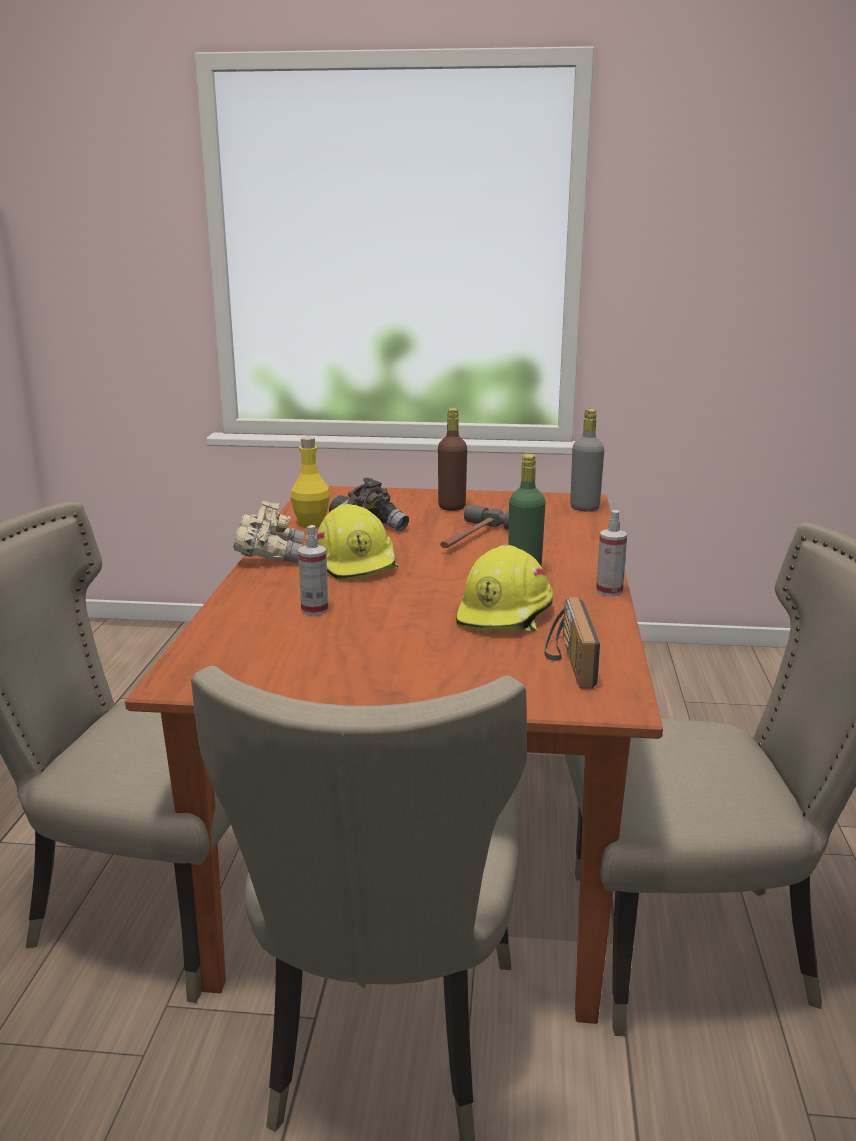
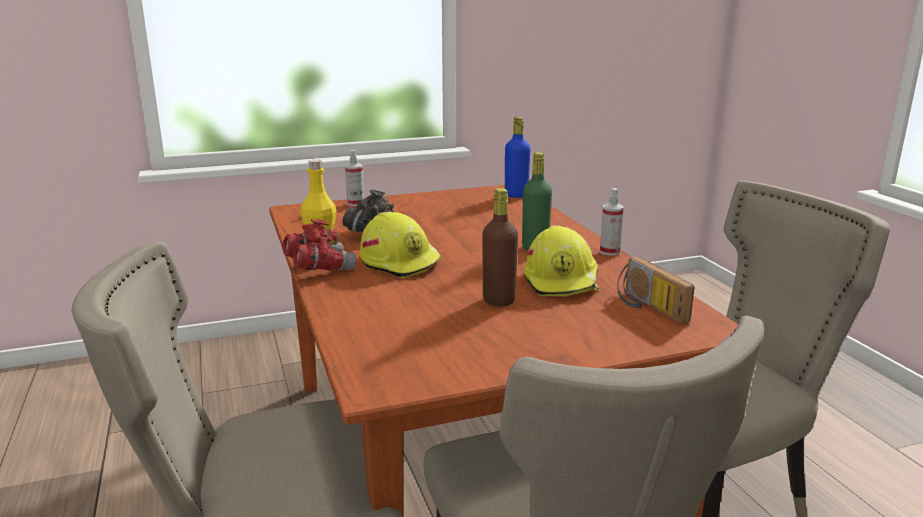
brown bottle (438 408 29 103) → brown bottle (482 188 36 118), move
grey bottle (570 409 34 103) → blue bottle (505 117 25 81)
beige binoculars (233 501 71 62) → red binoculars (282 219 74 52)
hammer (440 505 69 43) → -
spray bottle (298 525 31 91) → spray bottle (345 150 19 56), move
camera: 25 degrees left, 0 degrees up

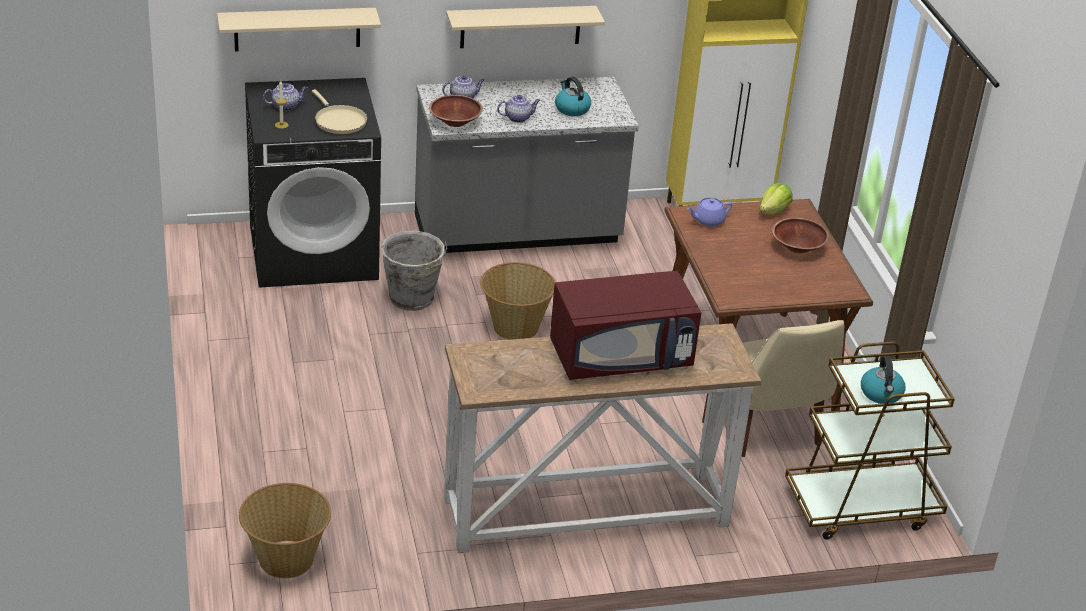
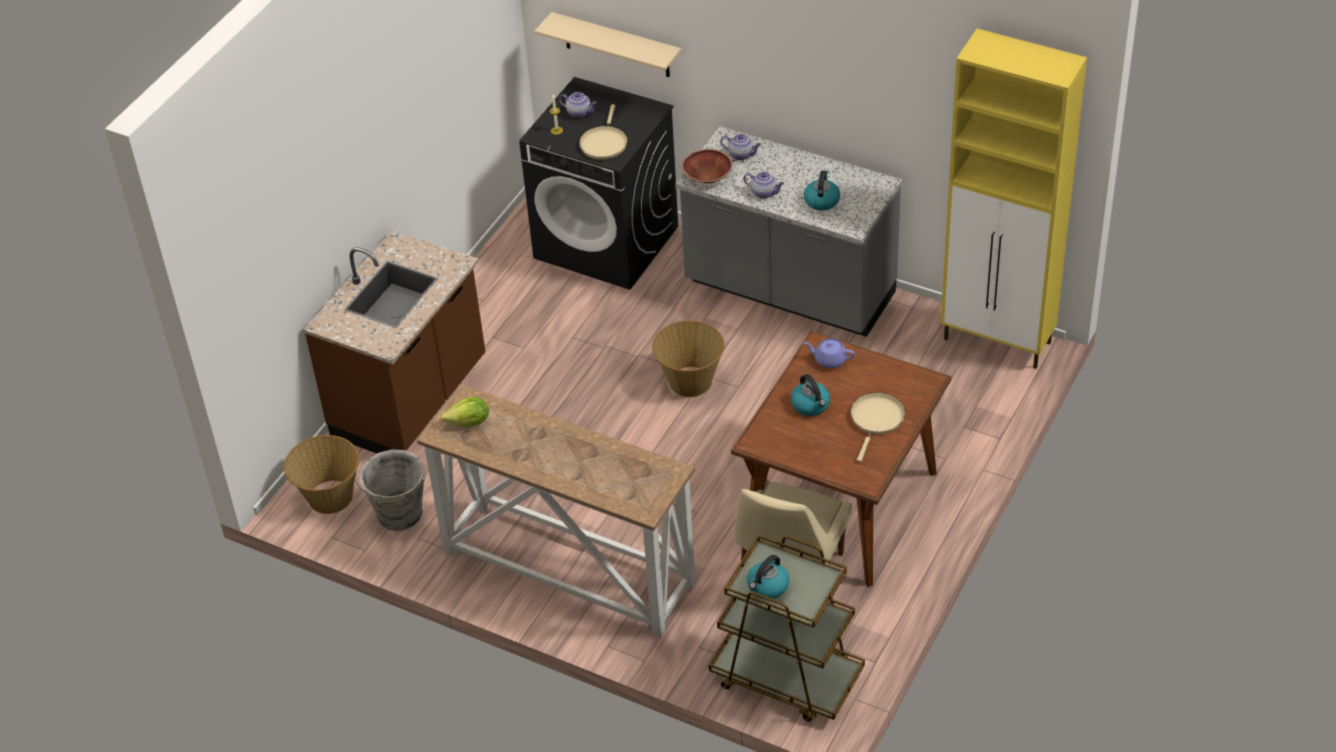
beige shelf (446 6 159 42) → -
lettuce (760 183 33 32) → lettuce (441 397 48 30), move
brown bowl (772 218 57 35) → beige frying pan (851 393 54 69)
grey bucket (381 231 66 80) → grey bucket (355 450 71 81), move
red microwave (550 271 151 109) → -
- → brown counter (303 230 182 223)
- → kettle (791 374 39 42)
camera: 45 degrees right, 10 degrees up

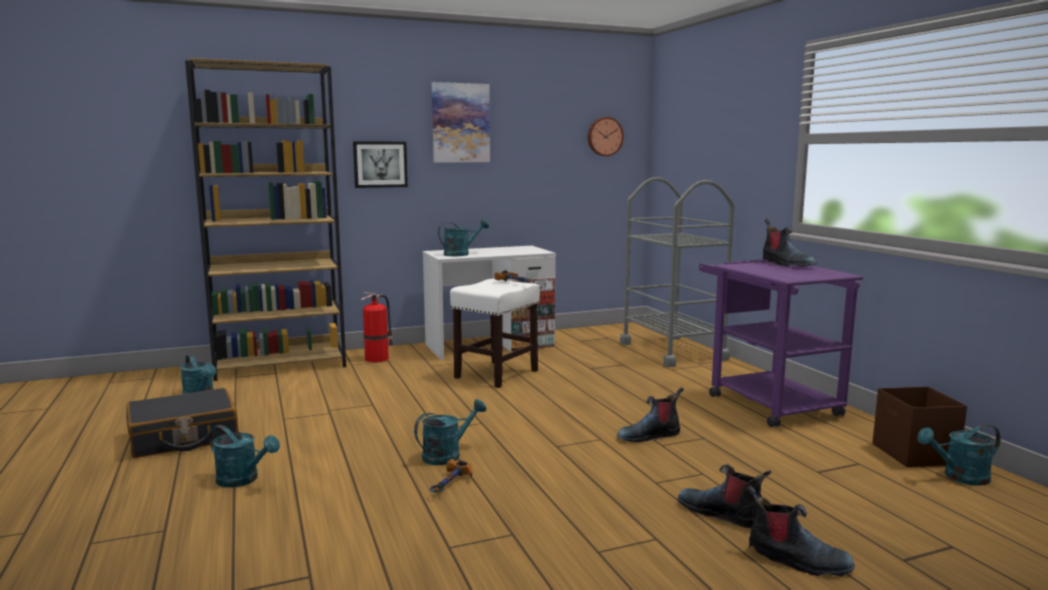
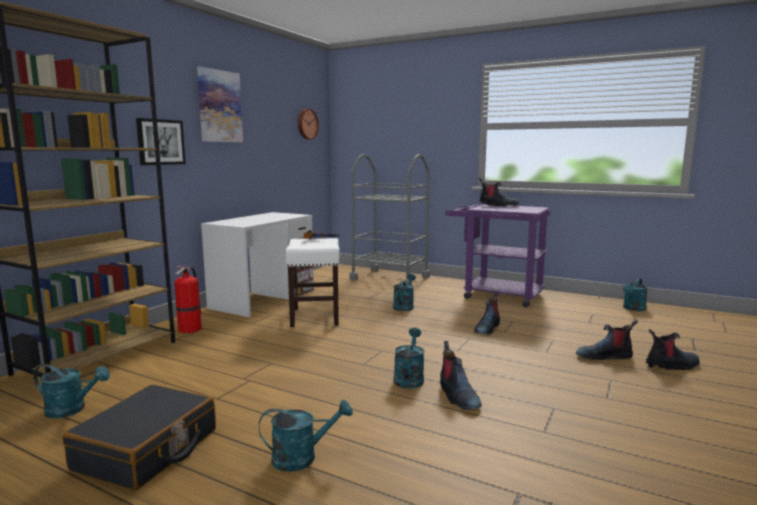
turquoise watering can (438 219 51 37) → turquoise watering can (393 274 23 37), move
brown storage box (873 386 94 81) → -
hammer (430 459 42 33) → boot (440 341 42 69)
camera: 40 degrees left, 0 degrees up

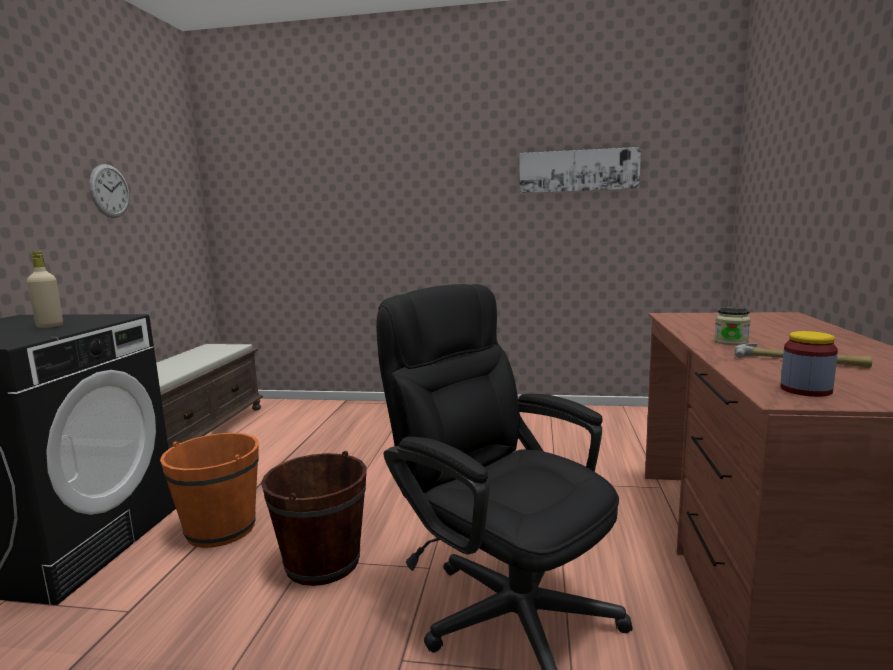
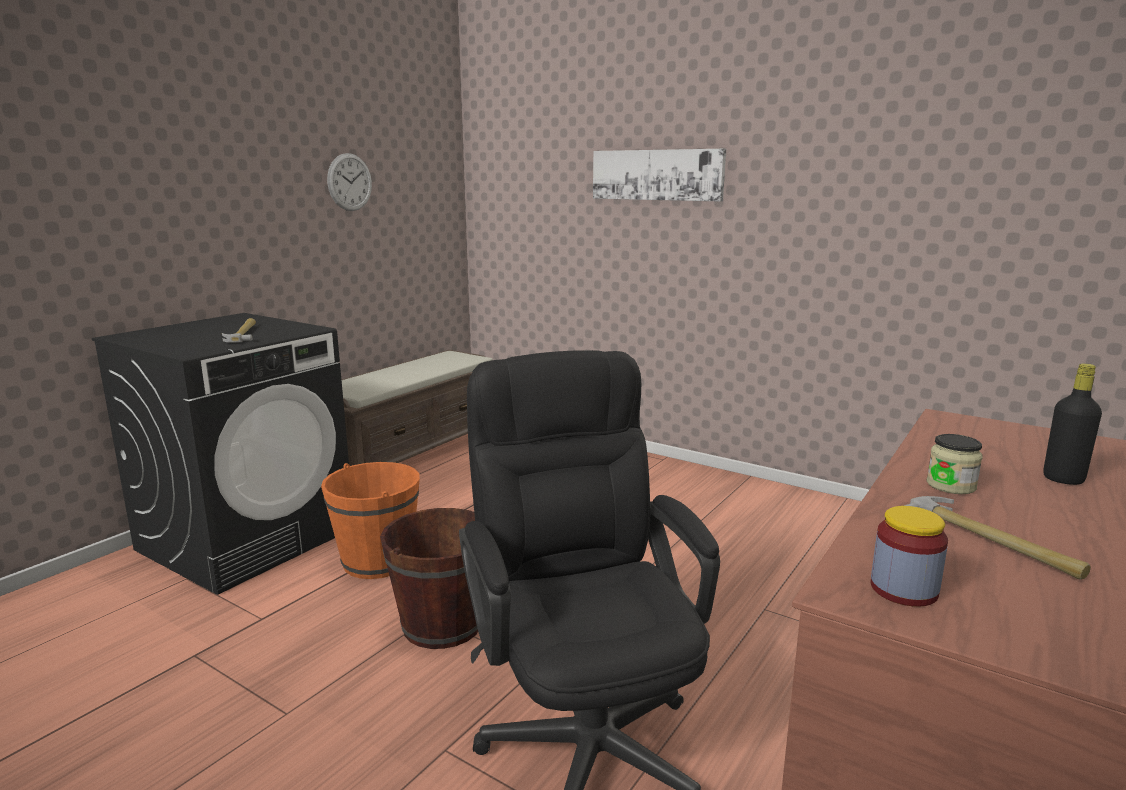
picture (520 147 121 46) → picture (593 149 133 53), move
beige bottle (27 251 36 77) → hammer (222 318 34 25)
- → black bottle (1043 363 59 122)
camera: 25 degrees right, 5 degrees up

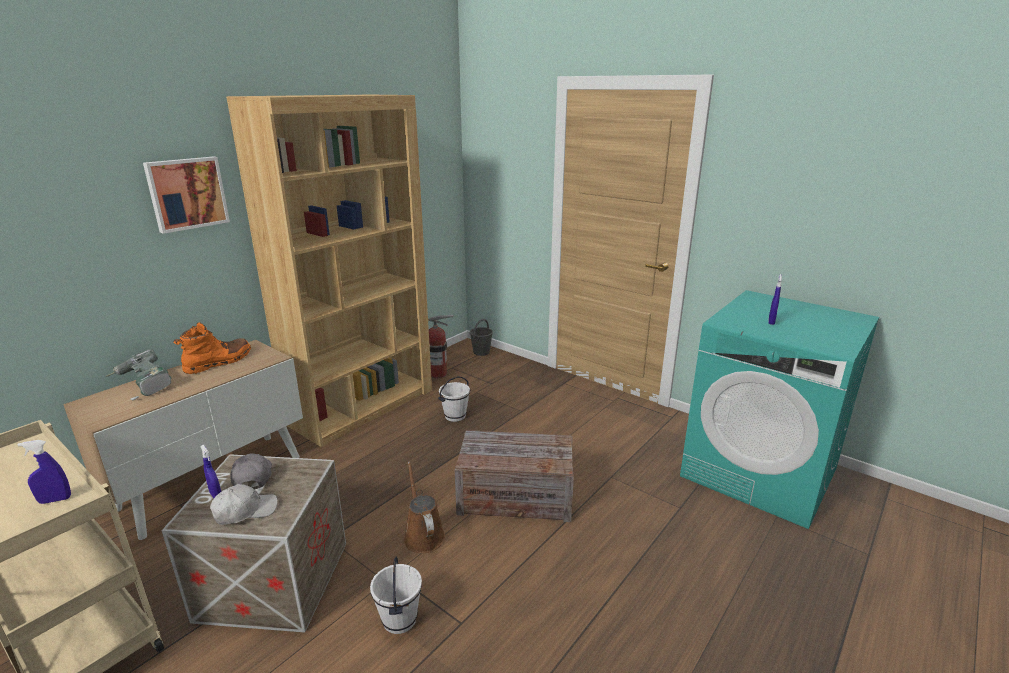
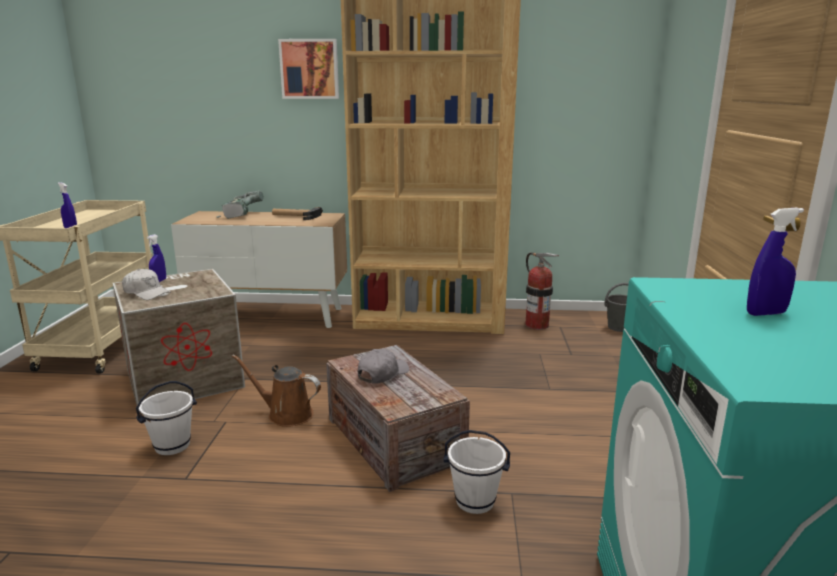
orange boot (174 322 77 52) → hammer (272 207 51 13)
white bucket (438 376 33 46) → white bucket (443 430 67 84), move
grey cap (230 453 42 36) → grey cap (358 349 51 35), move
brown watering can (404 461 41 92) → brown watering can (232 354 89 73), 105 degrees counterclockwise
camera: 55 degrees right, 5 degrees down

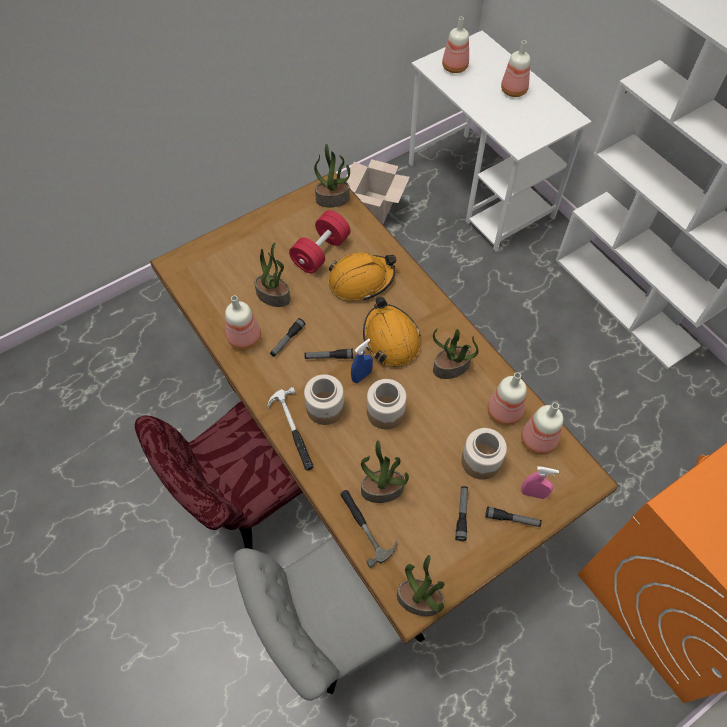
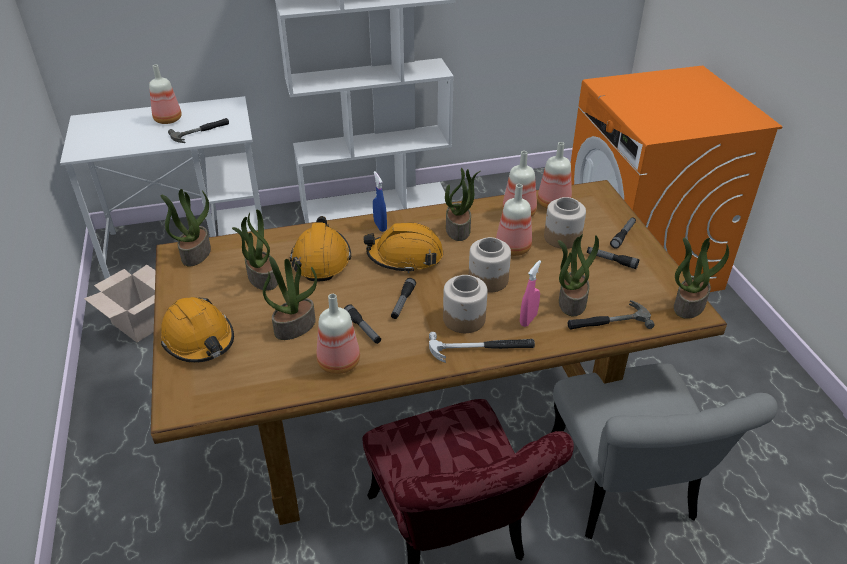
bottle (442 17 27 56) → bottle (496 184 36 72), move
red dumbbell (289 210 61 63) → potted plant (232 210 46 81)
blue spray bottle (351 339 22 44) → blue spray bottle (373 171 14 61), move
pink spray bottle (521 466 38 33) → pink spray bottle (520 260 21 67), move
- → hammer (168 118 61 25)
- → orange hard hat (161 297 73 66)
camera: 70 degrees left, 20 degrees down

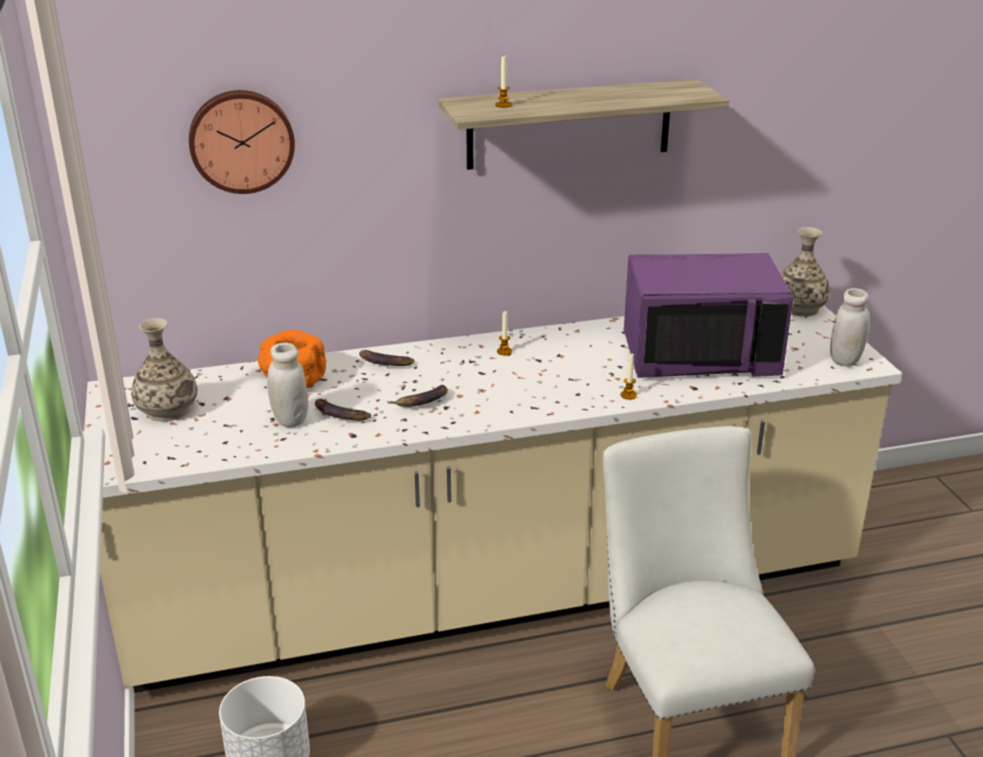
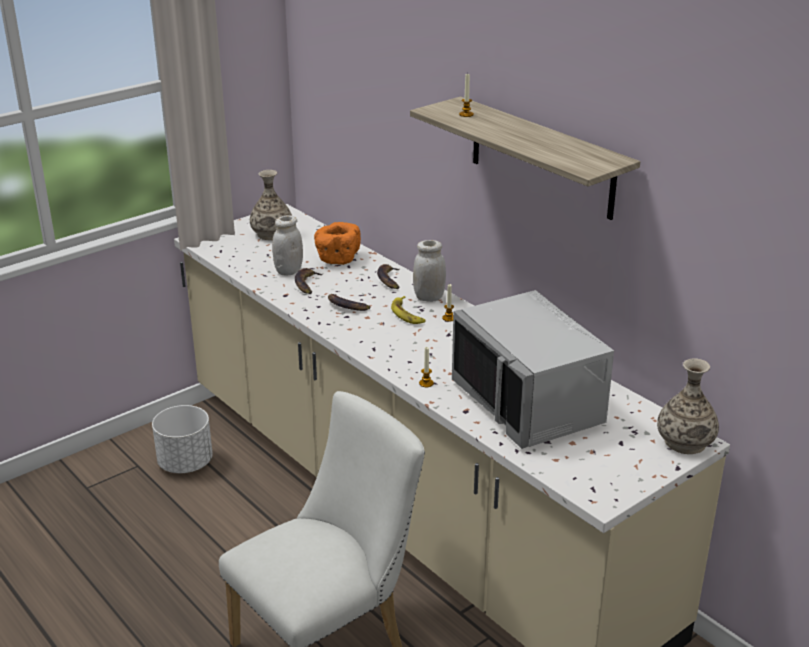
wall clock (189 90 106 104) → -
purple microwave (624 253 170 125) → grey microwave (452 290 162 159)
white jar (830 288 39 79) → white jar (413 240 33 62), move
- → banana (391 296 34 28)
camera: 65 degrees right, 0 degrees up

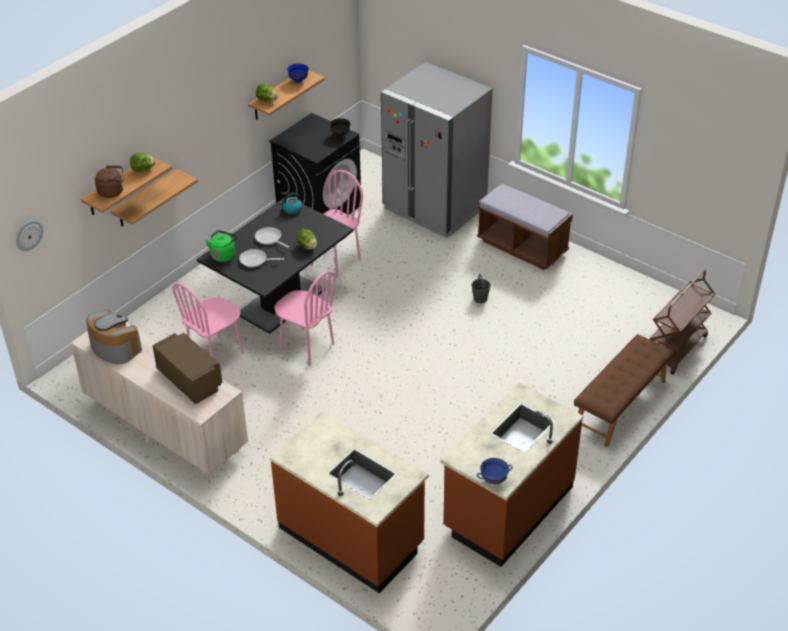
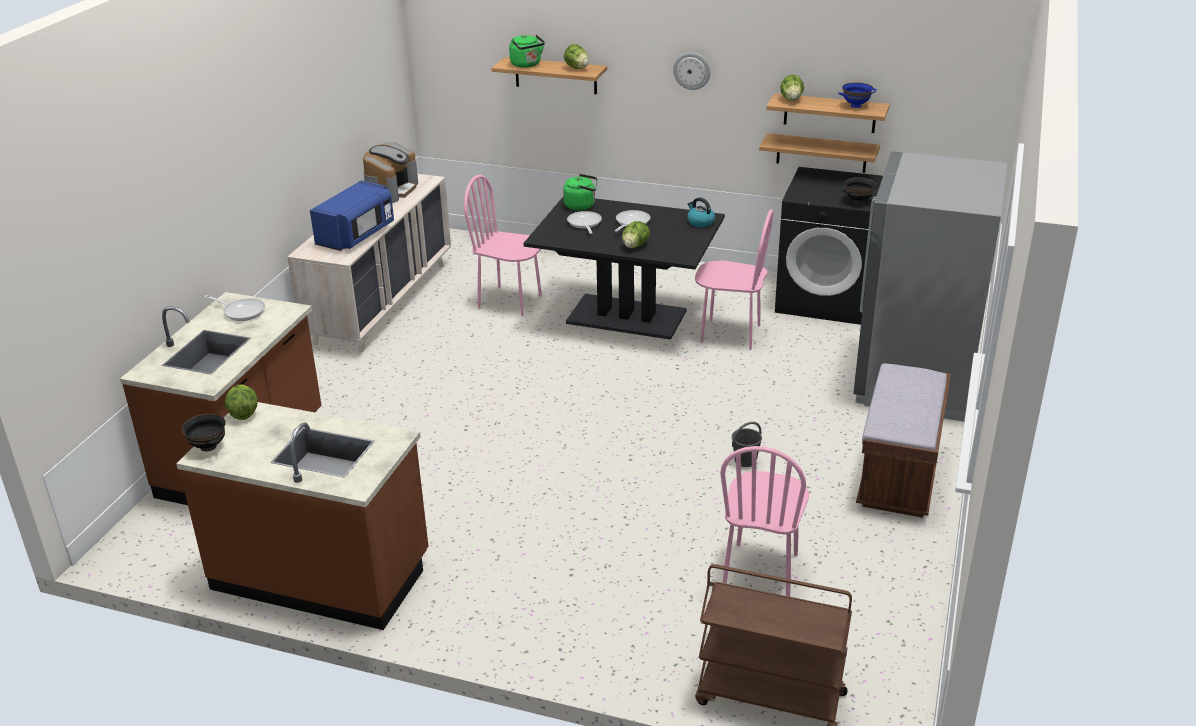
brown kettle (95 165 28 33) → green kettle (509 35 36 33)
shelf (111 169 87 57) → shelf (759 133 121 40), move
wall clock (16 220 27 31) → wall clock (673 52 38 38), move
pink chair (274 271 62 95) → pink chair (720 446 89 151), move
brown microwave (152 333 70 71) → blue microwave (310 180 84 71)
brown bench (574 334 100 113) → -
blue bowl (477 458 36 27) → black bowl (182 414 44 38)
- → frying pan (204 295 61 26)
- → lettuce (225 385 33 35)
camera: 70 degrees right, 10 degrees down

